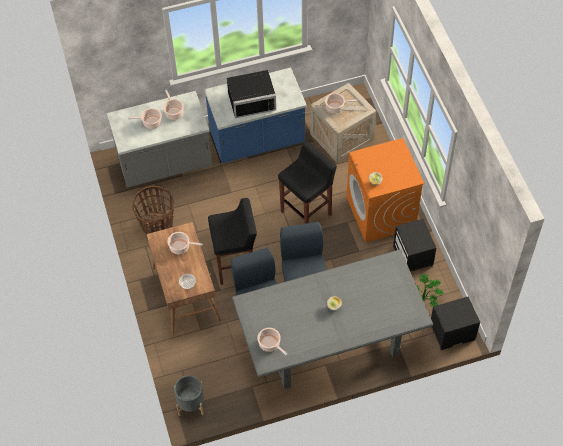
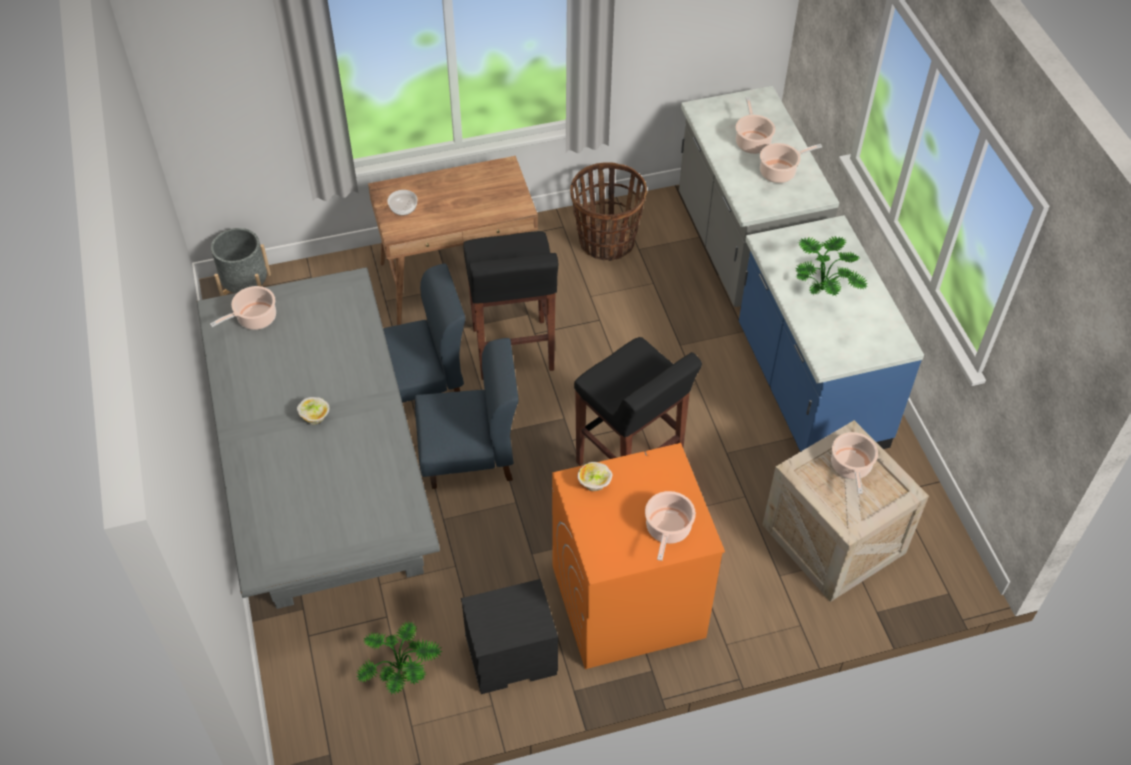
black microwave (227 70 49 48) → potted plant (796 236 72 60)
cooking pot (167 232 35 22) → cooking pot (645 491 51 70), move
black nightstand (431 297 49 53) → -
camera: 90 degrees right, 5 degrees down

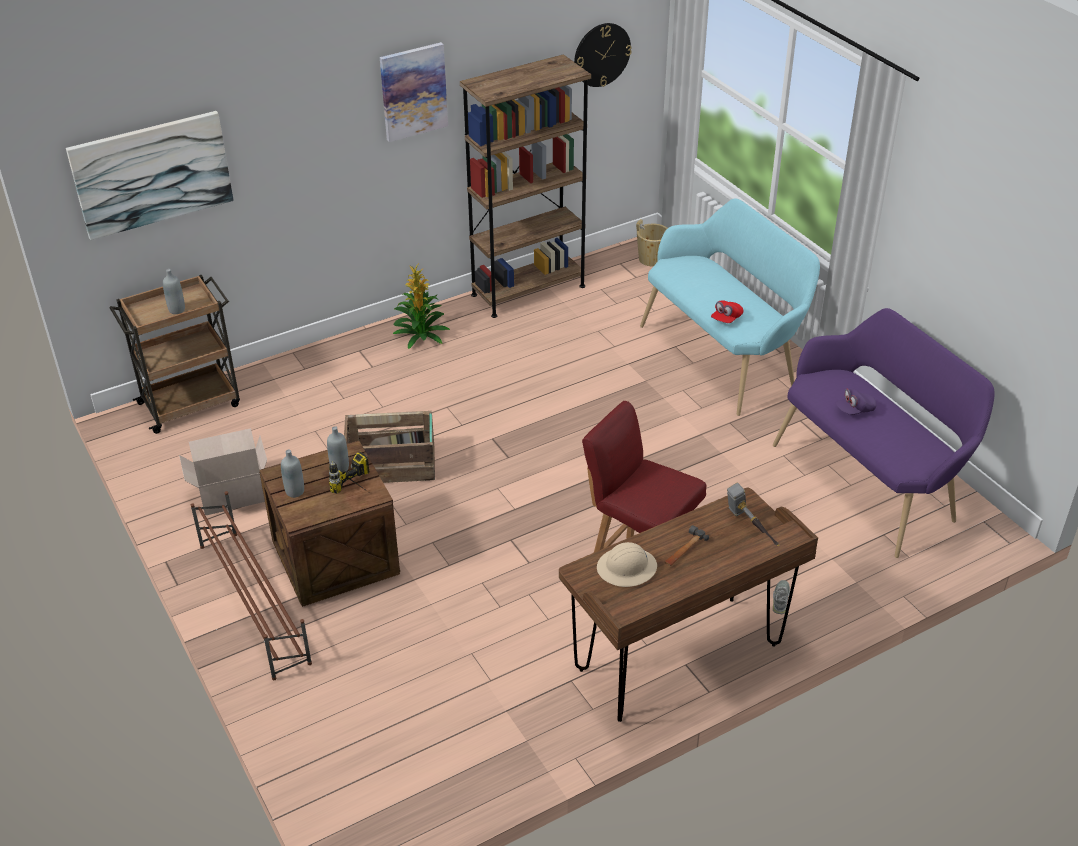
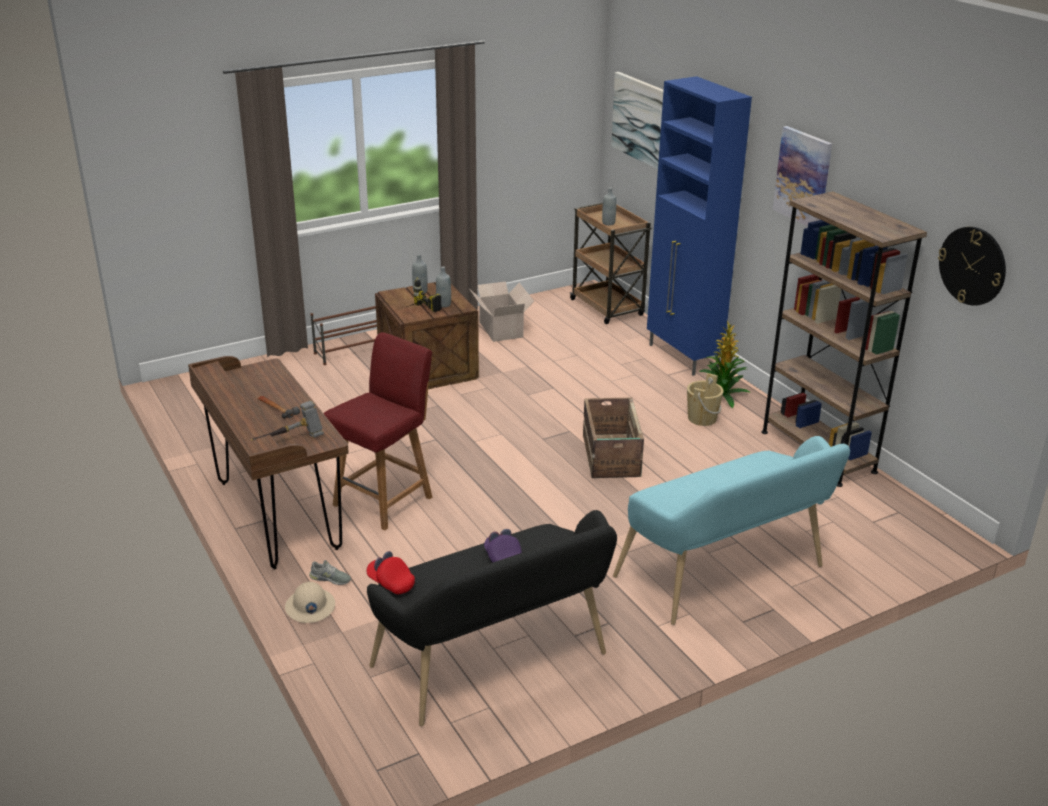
beige bucket (636 219 32 47) → beige bucket (687 373 37 53), move
red cap (711 300 32 23) → red cap (367 551 48 43), move
purple bench (773 308 222 250) → black bench (367 510 250 216)
crate (344 411 91 72) → crate (583 397 61 81), move
beige hard hat (597 542 60 45) → beige hard hat (285 582 50 41), move
- → blue cabinet (647 76 105 300)
camera: 90 degrees right, 10 degrees down

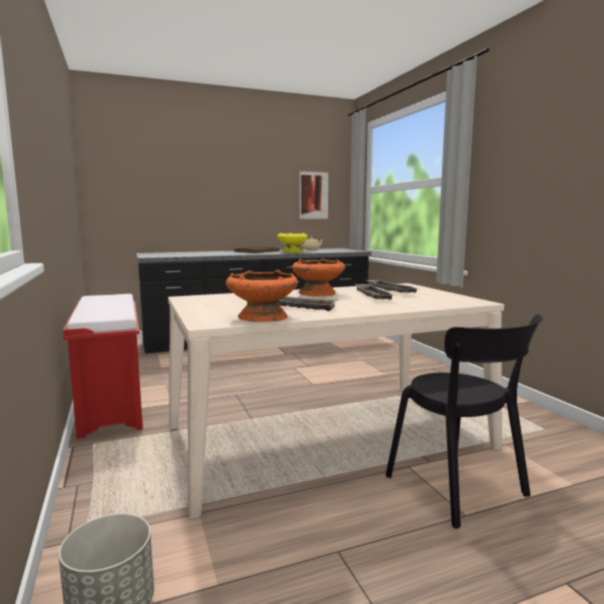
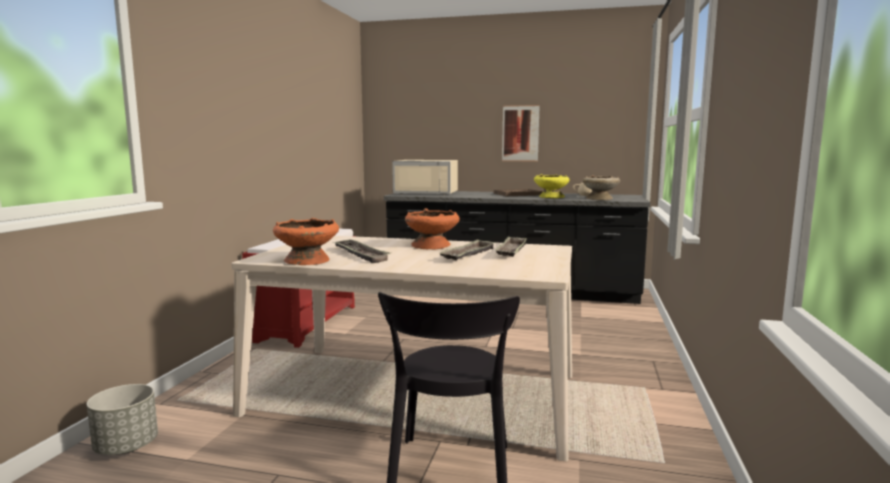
picture (300 171 29 48) → picture (502 105 38 56), move
- → beige microwave (392 160 66 35)
- → beige bowl (583 175 37 25)
camera: 35 degrees right, 0 degrees up

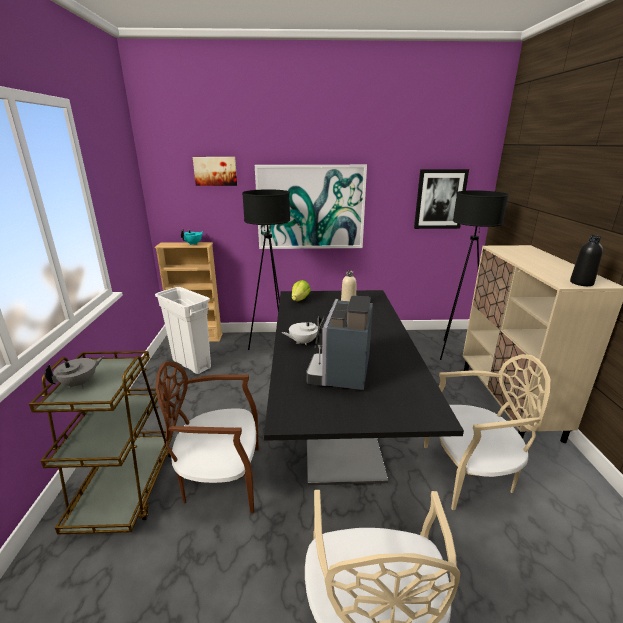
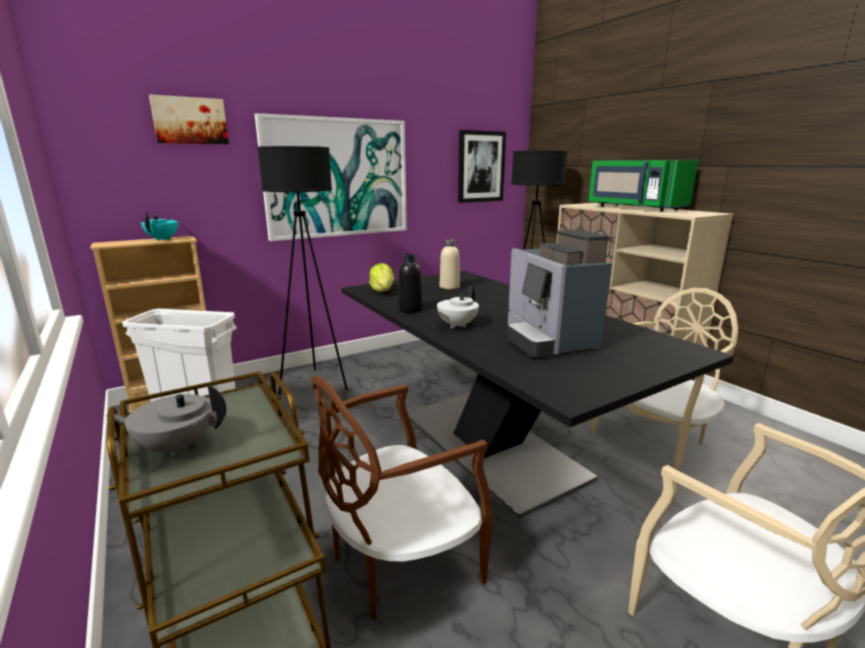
black bottle (570 235 33 51) → black bottle (398 253 24 60), move
grey teapot (44 356 60 32) → grey teapot (106 385 120 73), 105 degrees counterclockwise
- → green microwave (588 160 110 52)
camera: 30 degrees left, 5 degrees down

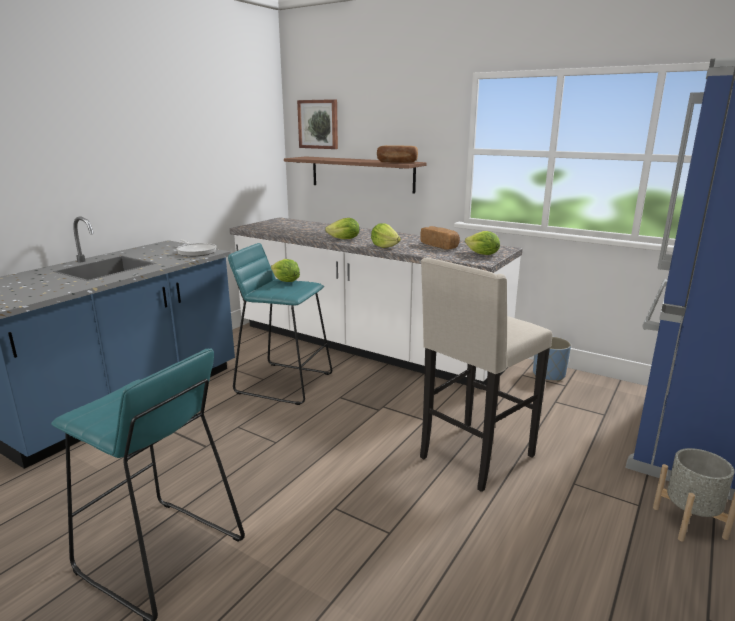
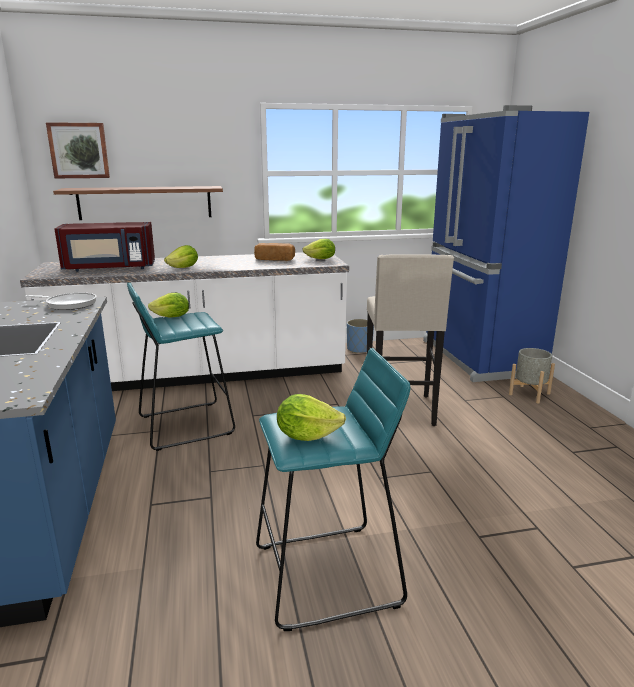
bread (377 145 41 18) → -
lettuce (371 223 30 25) → lettuce (277 394 69 47), move
- → red microwave (55 222 100 50)
camera: 45 degrees left, 0 degrees up

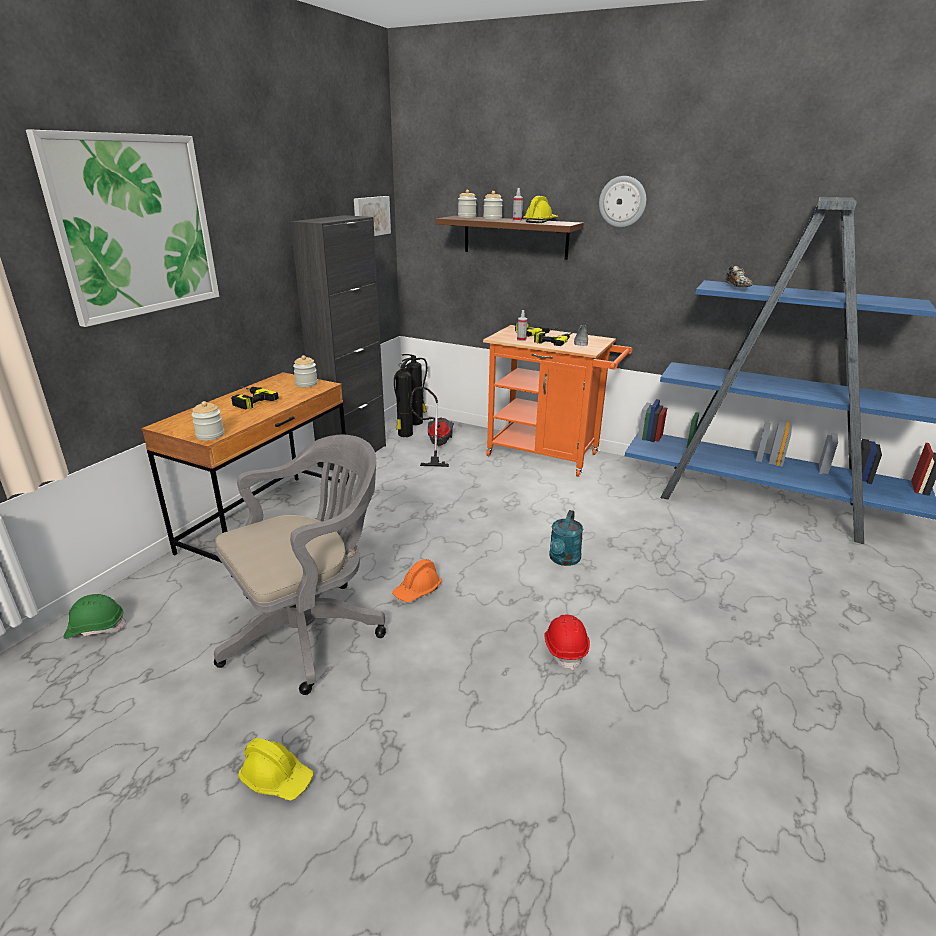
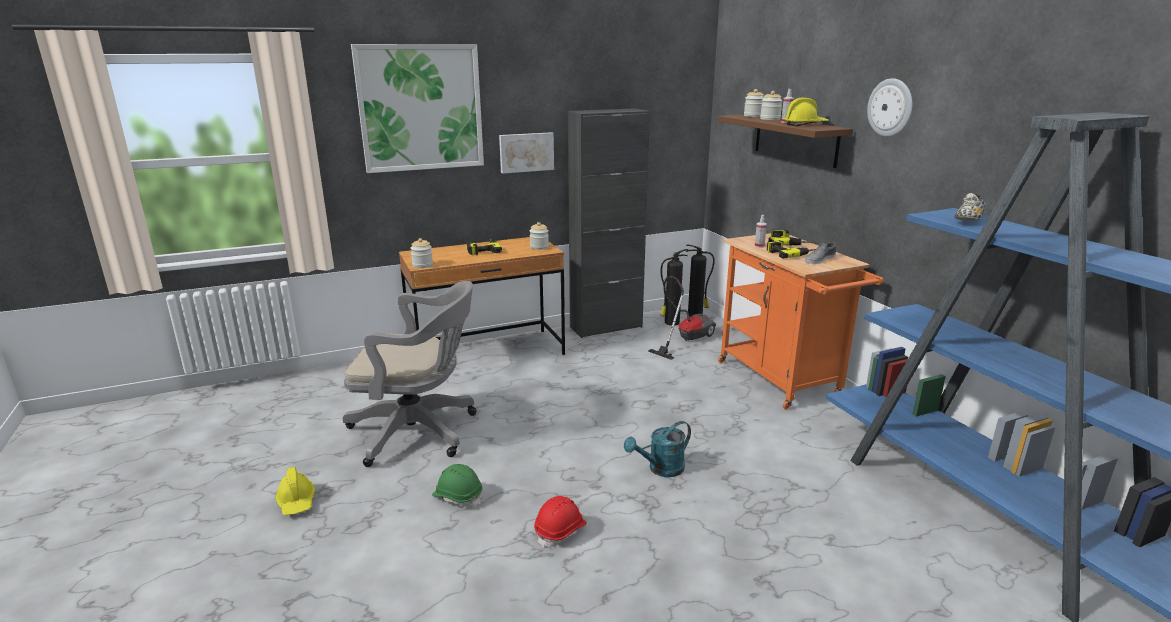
picture (354 196 37 40) → picture (499 132 55 42), move
orange hard hat (392 559 50 43) → -
green hard hat (63 594 64 45) → green hard hat (432 464 50 44), move
camera: 40 degrees right, 5 degrees down

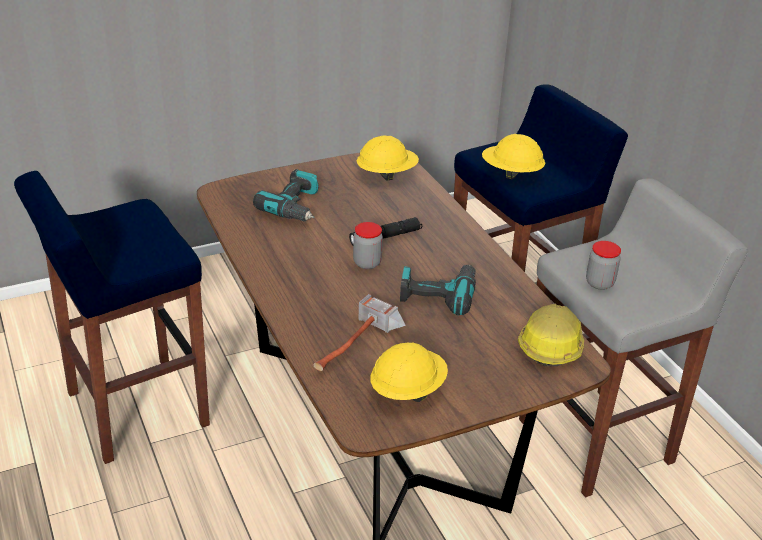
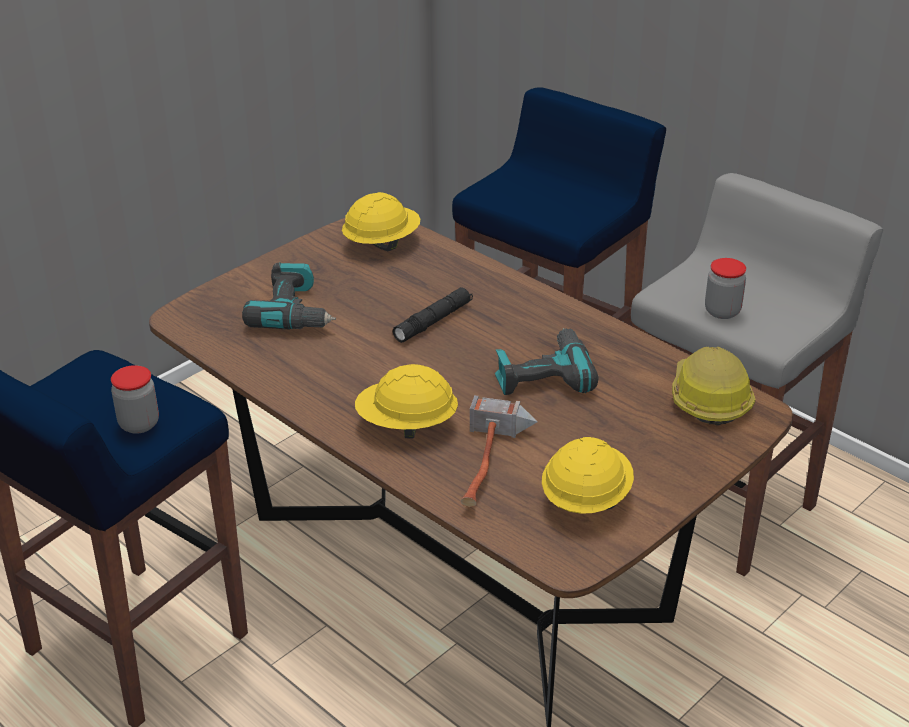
yellow hard hat (482 134 63 45) → yellow hard hat (355 364 103 75), move
jar (353 222 30 47) → jar (111 365 48 69), move
camera: 20 degrees left, 0 degrees up

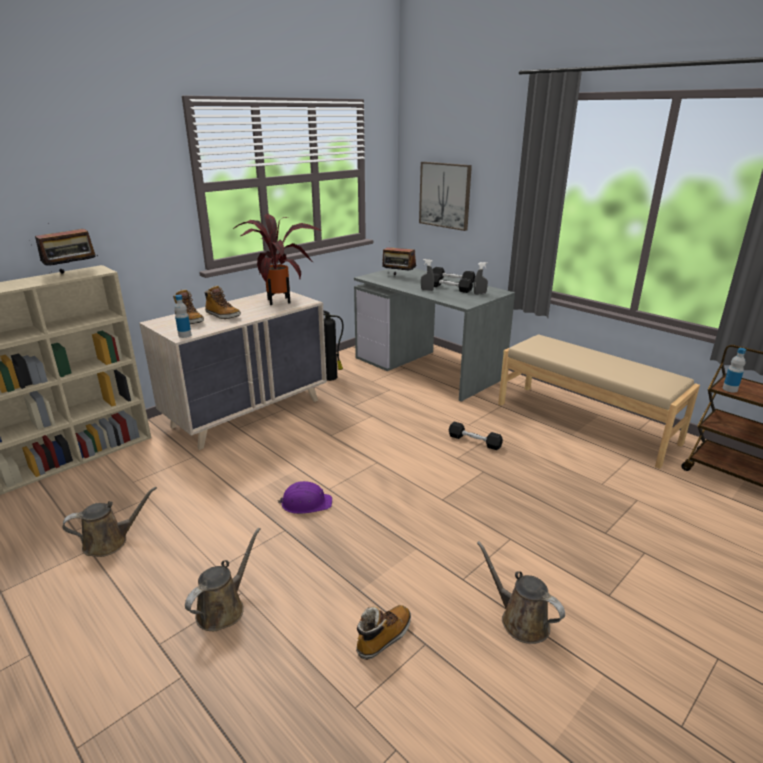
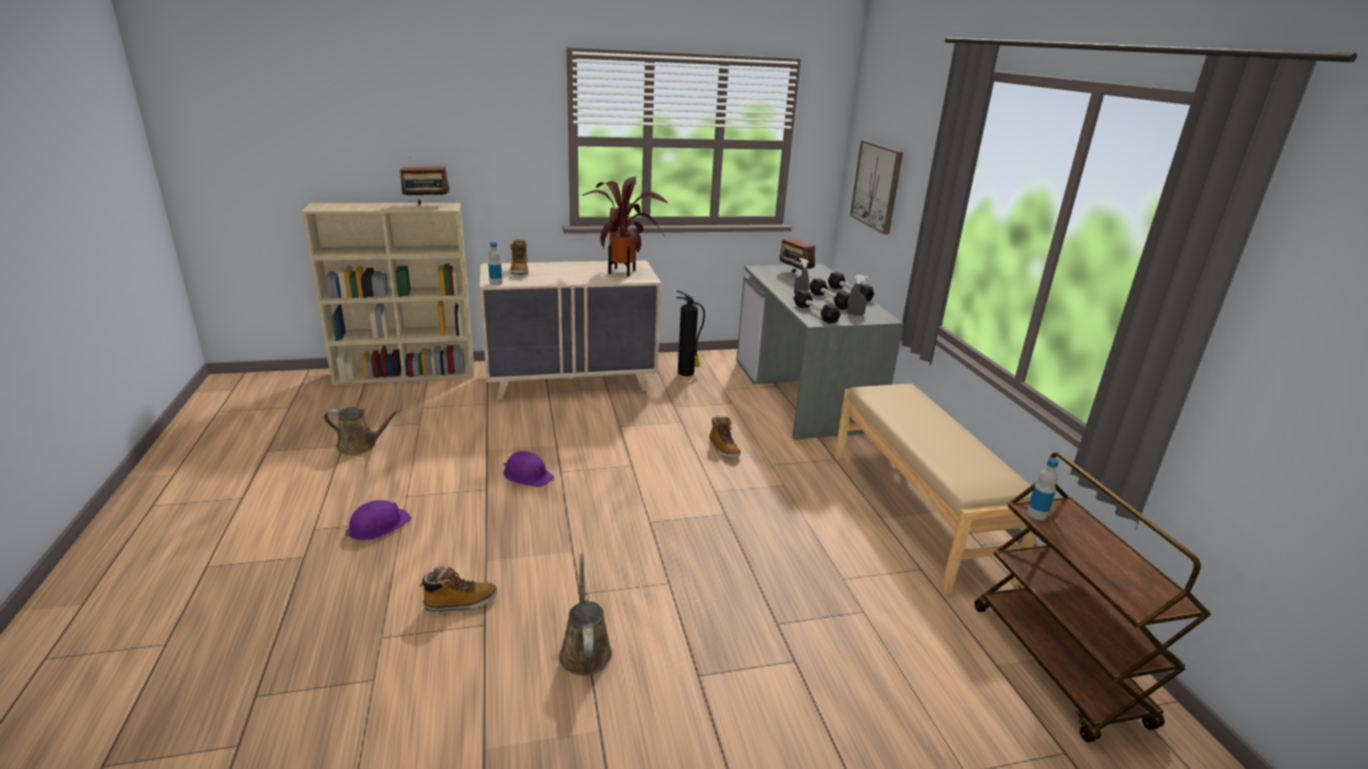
boot (204 286 37 33) → boot (709 416 32 42), move
black dumbbell (449 421 54 29) → black dumbbell (794 290 47 33), move
brown watering can (185 528 75 103) → purple hard hat (345 500 66 40)
camera: 30 degrees right, 0 degrees up

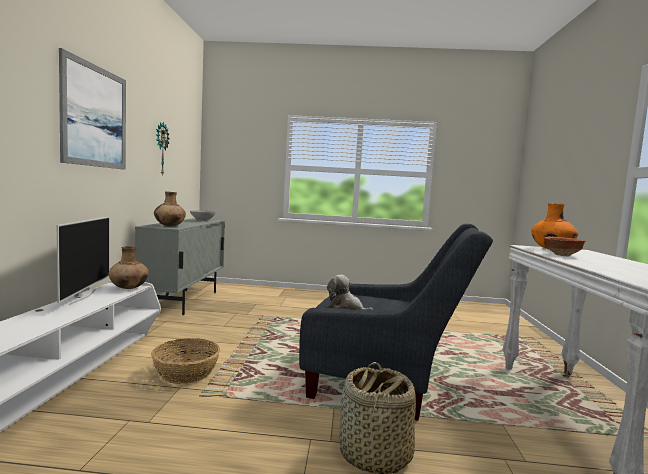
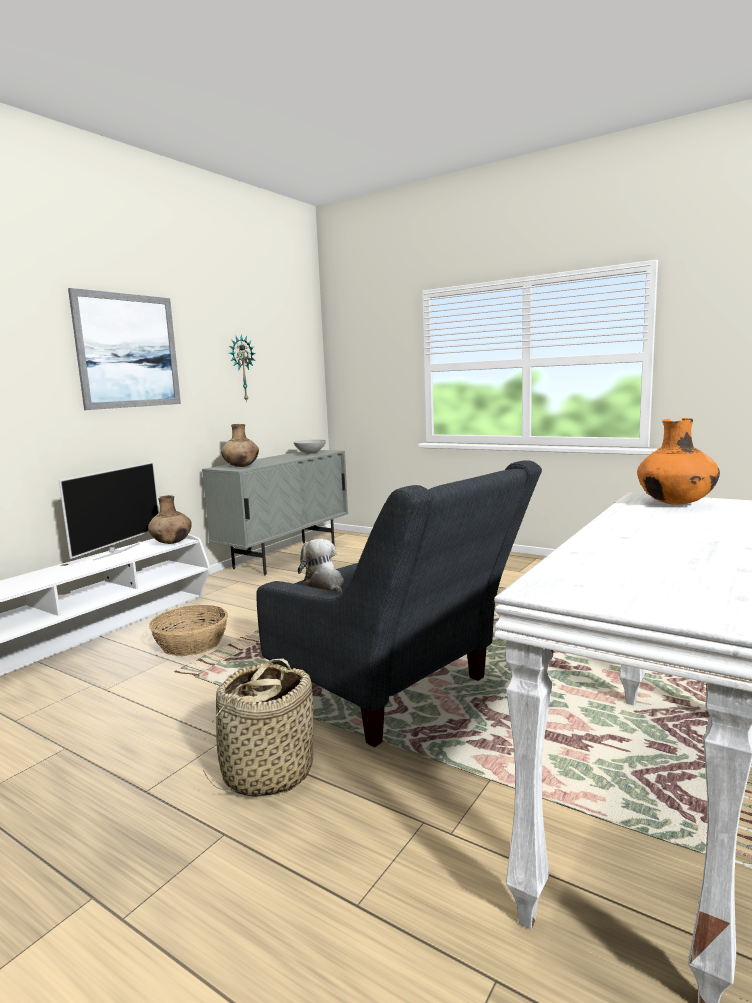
bowl (544 237 42 19) → -
camera: 30 degrees right, 5 degrees up

